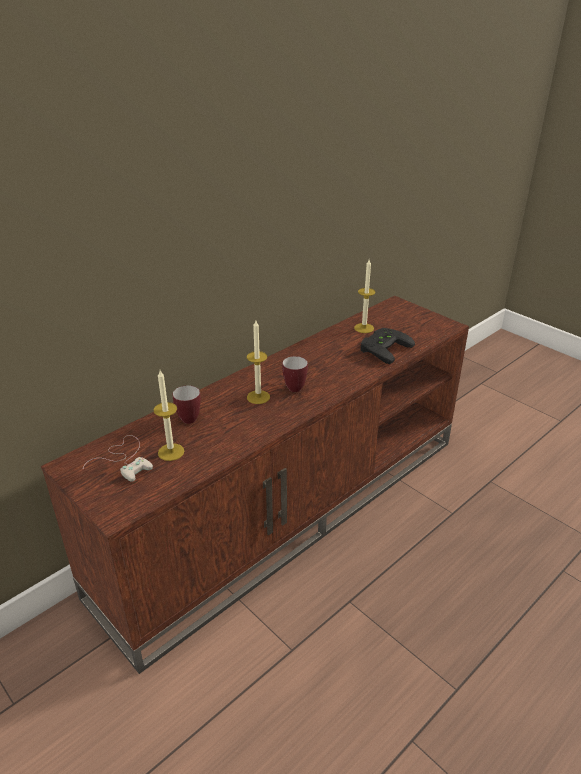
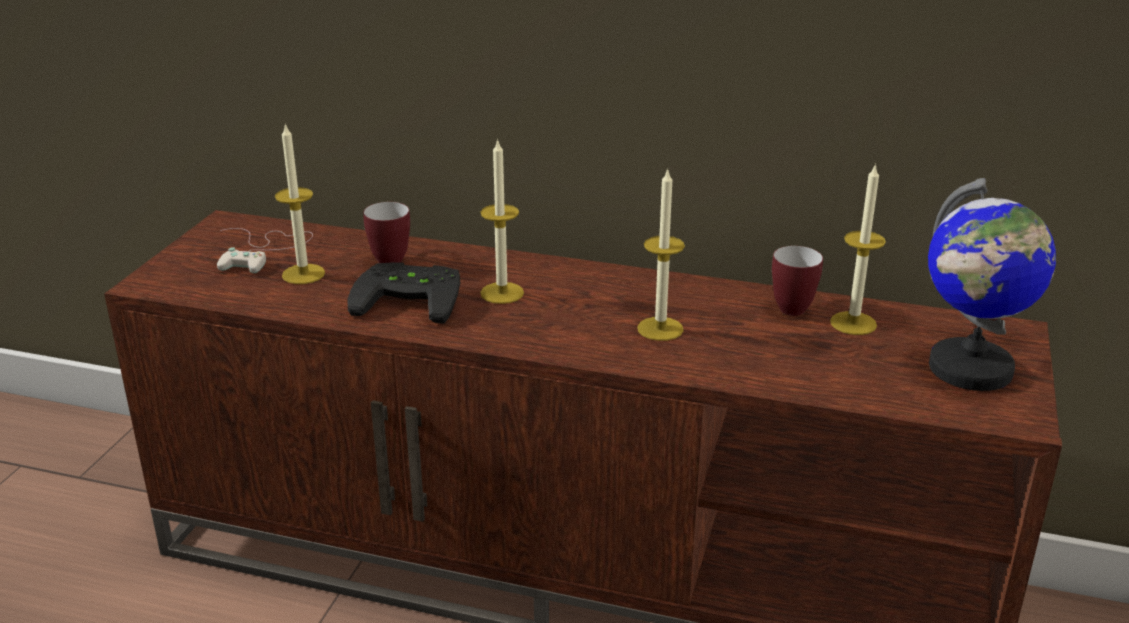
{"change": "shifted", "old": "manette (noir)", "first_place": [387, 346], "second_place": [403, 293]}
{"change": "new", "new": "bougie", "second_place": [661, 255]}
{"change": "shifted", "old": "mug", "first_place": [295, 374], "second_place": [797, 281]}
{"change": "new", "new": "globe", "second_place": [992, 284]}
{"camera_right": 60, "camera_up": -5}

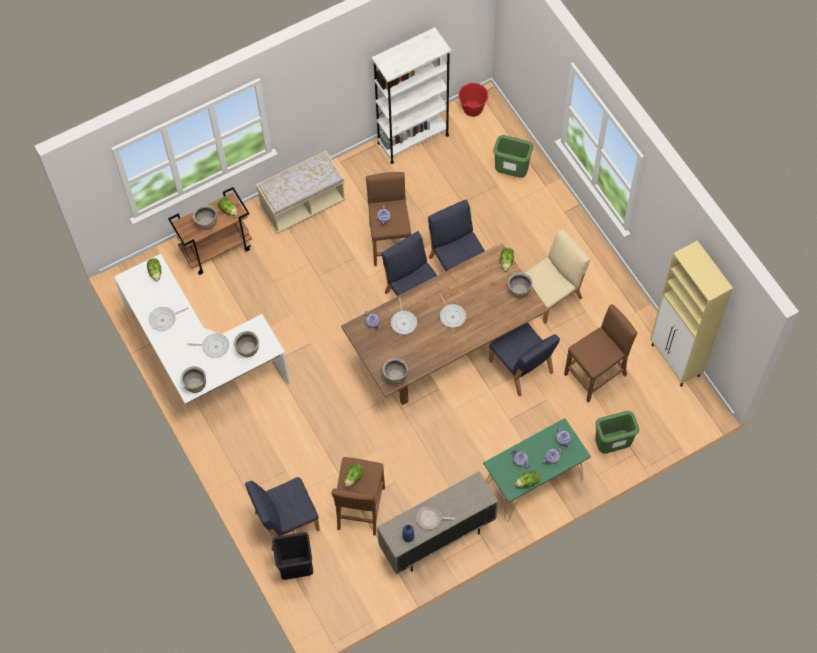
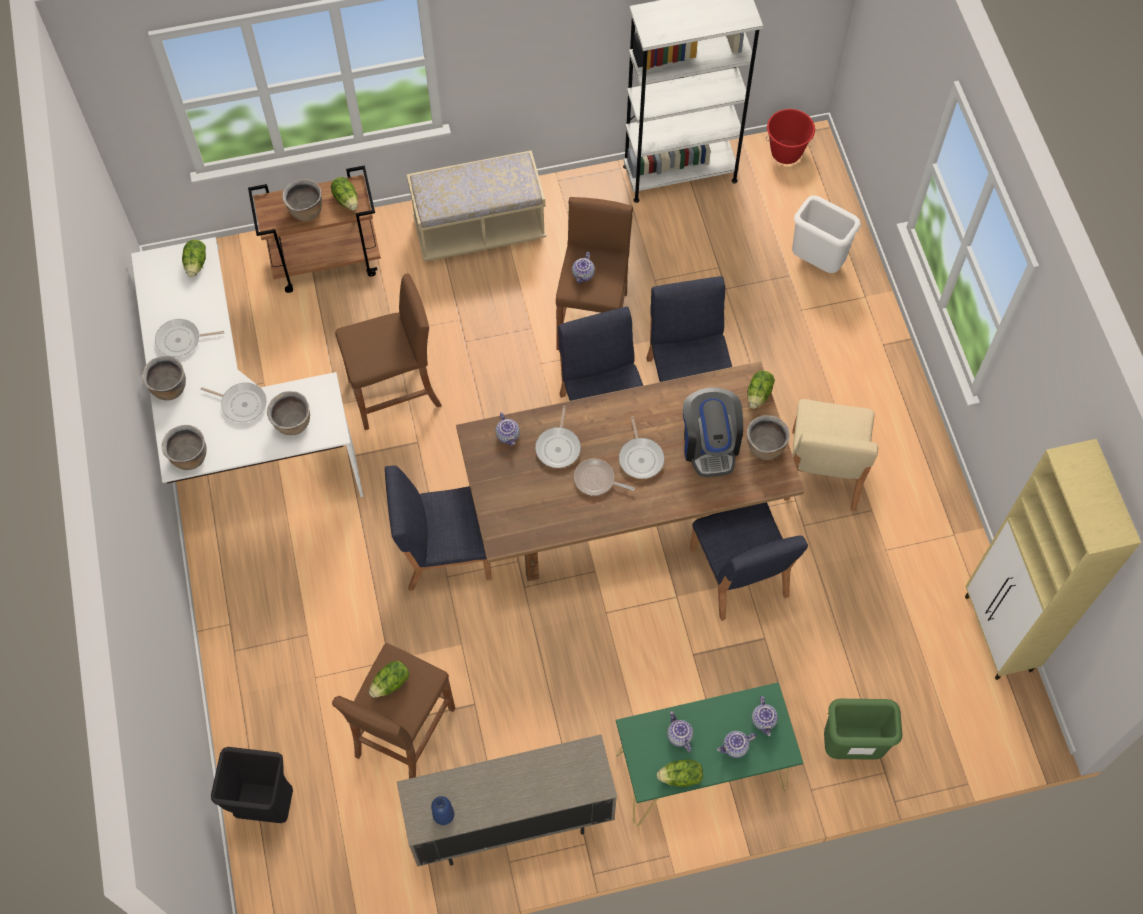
{"change": "shifted", "old": "marmite (marron)", "first_place": [395, 371], "second_place": [164, 378]}
{"change": "shifted", "old": "tabouret (marron)", "first_place": [601, 353], "second_place": [388, 351]}
{"change": "shifted", "old": "chaise (bleu)", "first_place": [282, 514], "second_place": [438, 528]}
{"change": "shifted", "old": "poêle", "first_place": [435, 518], "second_place": [604, 477]}
{"change": "new", "new": "machine à café", "second_place": [713, 432]}
{"change": "rotated", "old": "chaise (beige)", "first_place": [557, 276], "second_place": [831, 455], "degrees": 120}
{"change": "repainted", "old": "poubelle (vert)", "new": "poubelle (blanc)", "first_place": [513, 156], "second_place": [826, 234]}
{"camera_right": 15, "camera_up": 0}

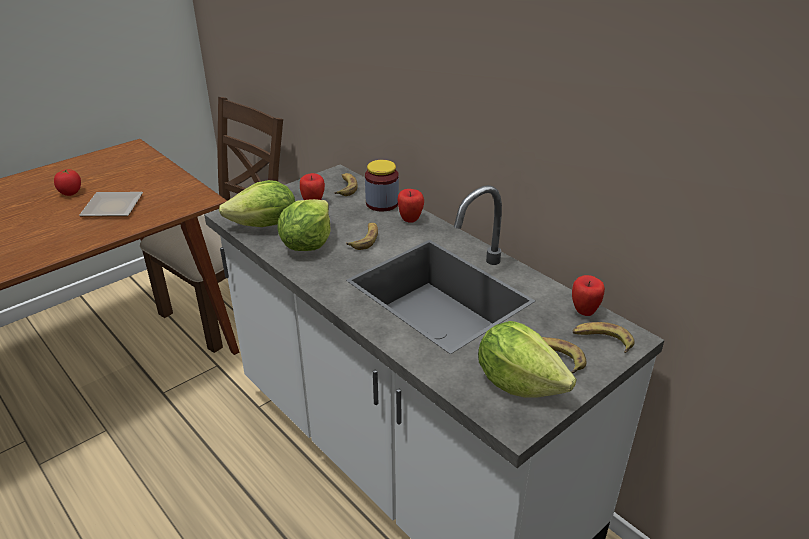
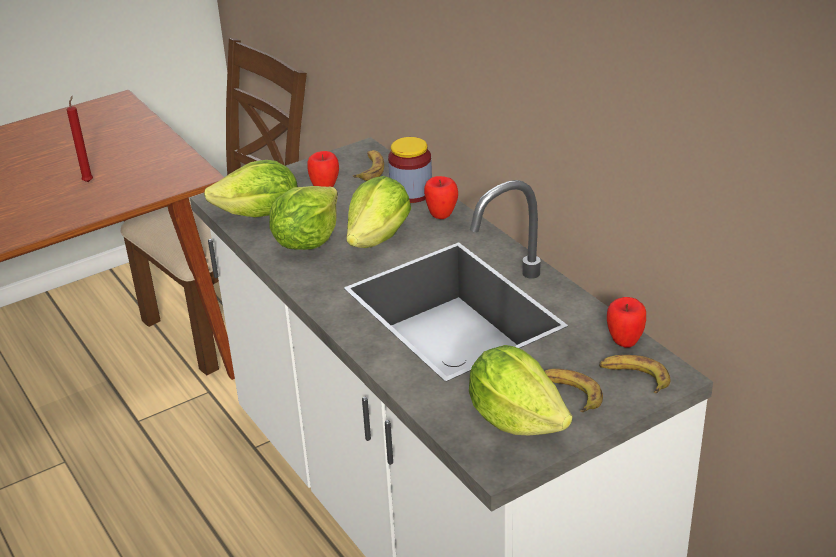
{"change": "swapped", "old": "assiette", "new": "bougie (rouge)", "first_place": [111, 204], "second_place": [80, 139]}
{"change": "swapped", "old": "banane", "new": "laitue", "first_place": [362, 236], "second_place": [378, 212]}
{"change": "gone", "old": "tomate", "first_place": [67, 182]}
{"camera_right": 10, "camera_up": 0}

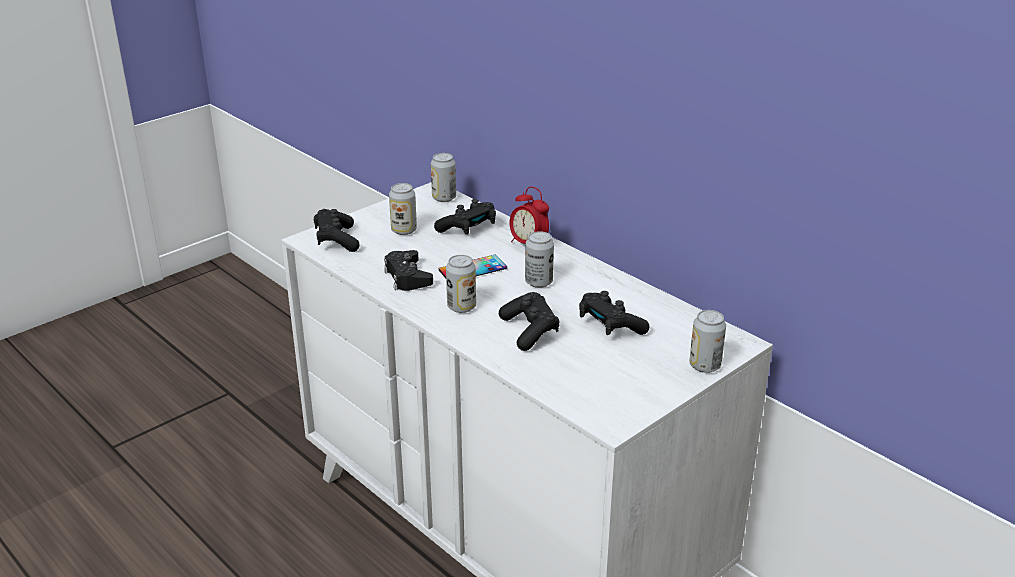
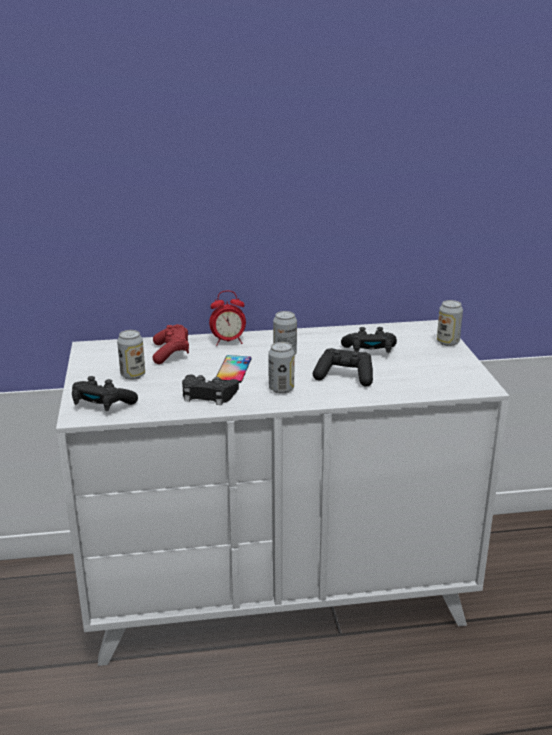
{"change": "repainted", "old": "manette (noir)", "new": "manette (rouge)", "first_place": [465, 217], "second_place": [171, 344]}
{"change": "gone", "old": "boîte métallique", "first_place": [443, 177]}
{"camera_right": -55, "camera_up": -5}

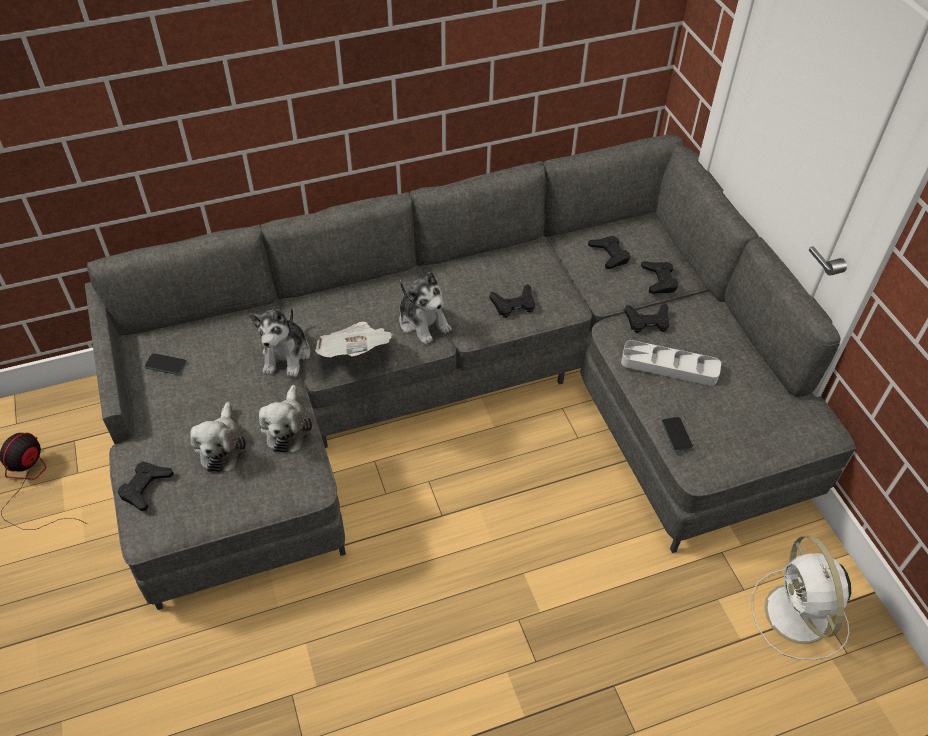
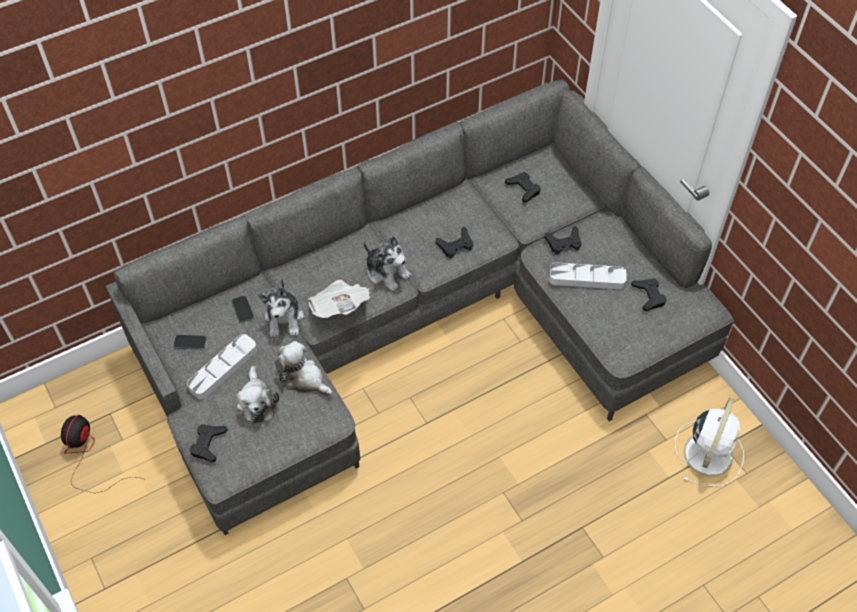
{"change": "new", "new": "plateau (gris)", "second_place": [222, 366]}
{"change": "shifted", "old": "téléphone", "first_place": [677, 434], "second_place": [242, 309]}
{"change": "rotated", "old": "peluche", "first_place": [285, 419], "second_place": [303, 368], "degrees": 135}
{"change": "shifted", "old": "manette (noir)", "first_place": [660, 277], "second_place": [649, 294]}
{"change": "rotated", "old": "ventilateur (blanc)", "first_place": [801, 597], "second_place": [709, 442], "degrees": -135}
{"camera_right": -10, "camera_up": 5}

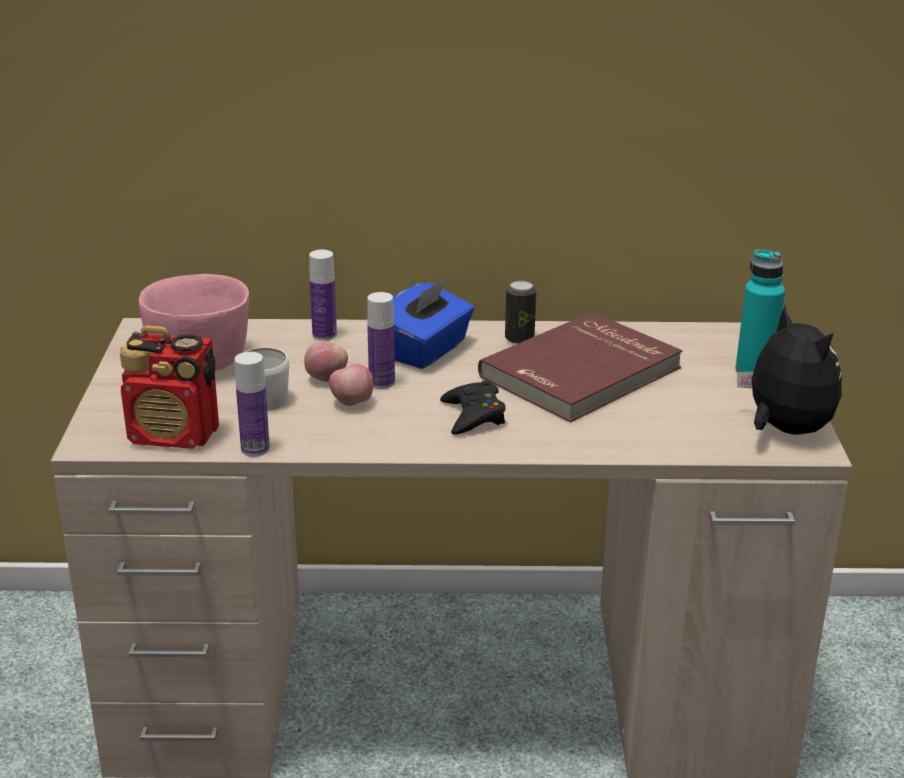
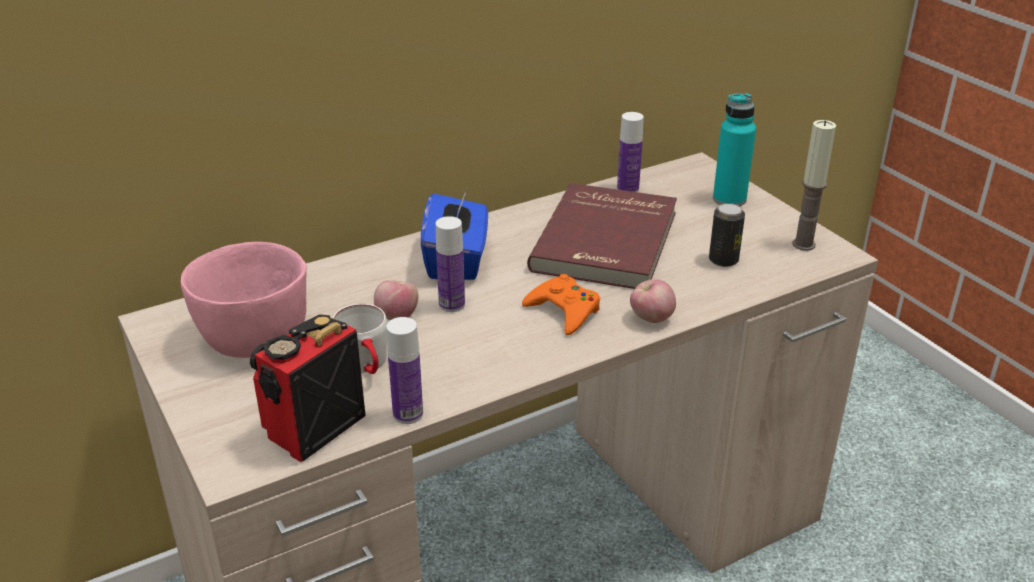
{"change": "rotated", "old": "radio", "first_place": [169, 387], "second_place": [308, 388], "degrees": 150}
{"change": "repainted", "old": "manette (noir)", "new": "manette (orange)", "first_place": [473, 407], "second_place": [561, 304]}
{"change": "shifted", "old": "bouteille", "first_place": [323, 295], "second_place": [630, 152]}
{"change": "shifted", "old": "pomme", "first_place": [351, 385], "second_place": [653, 301]}
{"change": "shifted", "old": "boîte métallique", "first_place": [520, 312], "second_place": [727, 235]}
{"change": "swapped", "old": "peluche", "new": "bougie", "first_place": [789, 370], "second_place": [814, 185]}
{"camera_right": -30, "camera_up": 5}

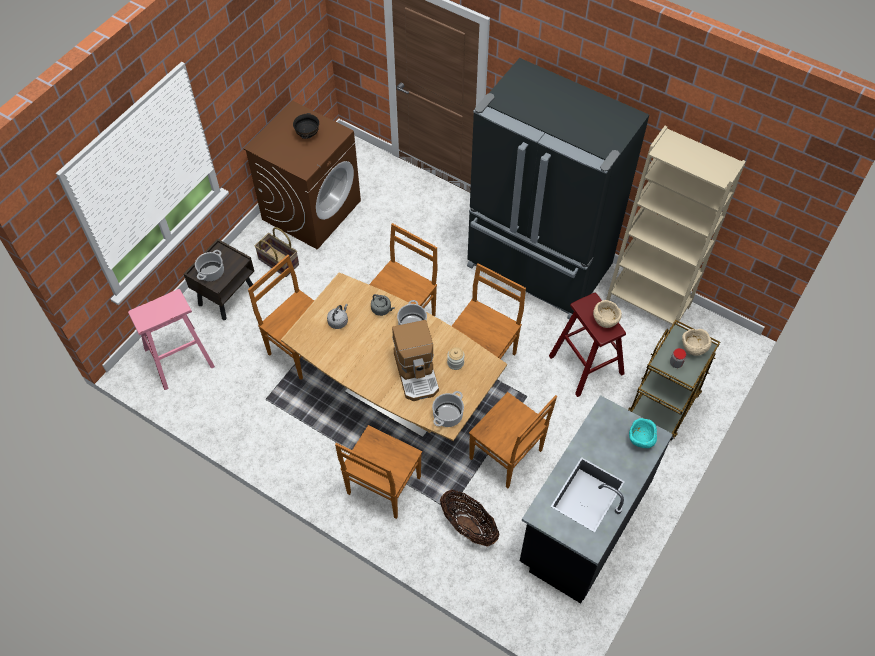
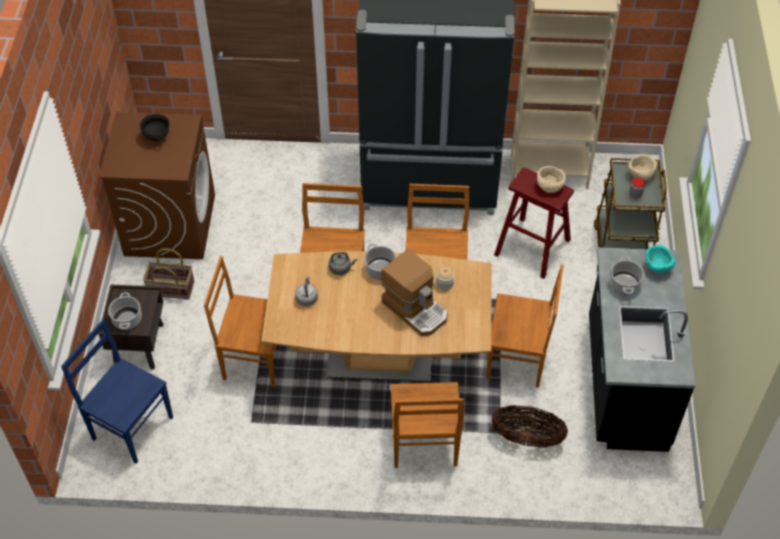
{"change": "swapped", "old": "tabouret (rose)", "new": "chaise (bleu)", "first_place": [171, 339], "second_place": [117, 391]}
{"change": "shifted", "old": "marmite", "first_place": [448, 409], "second_place": [627, 275]}
{"camera_right": -30, "camera_up": -5}

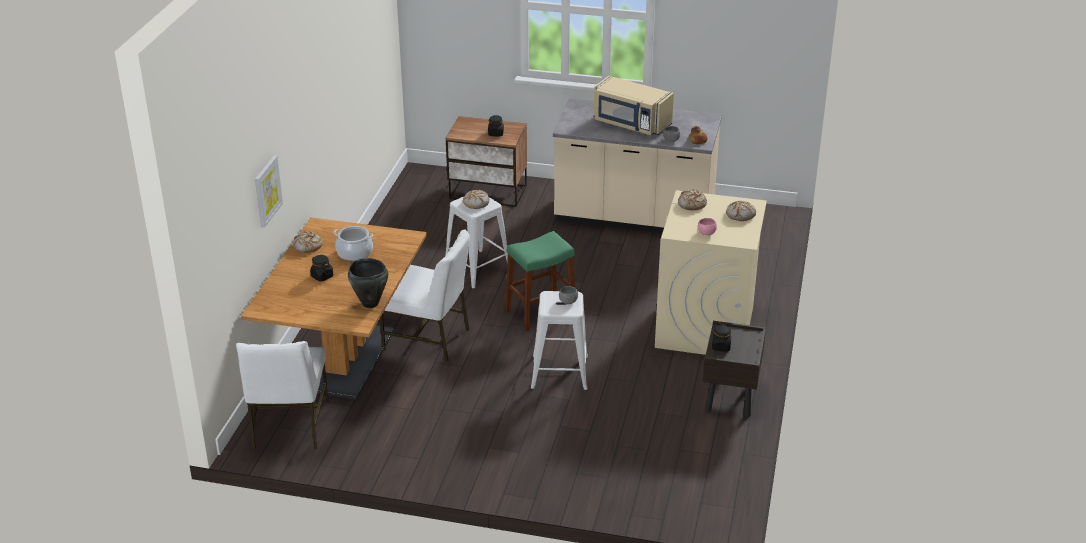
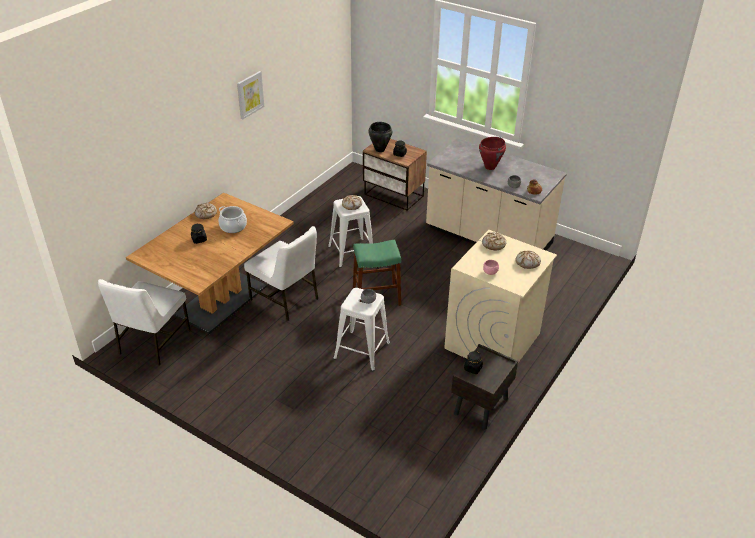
{"change": "shifted", "old": "tableau", "first_place": [269, 192], "second_place": [250, 95]}
{"change": "shifted", "old": "marmite (noir)", "first_place": [368, 283], "second_place": [380, 137]}
{"change": "swapped", "old": "micro-ondes (beige)", "new": "marmite (rouge)", "first_place": [634, 105], "second_place": [492, 153]}
{"camera_right": 20, "camera_up": 5}

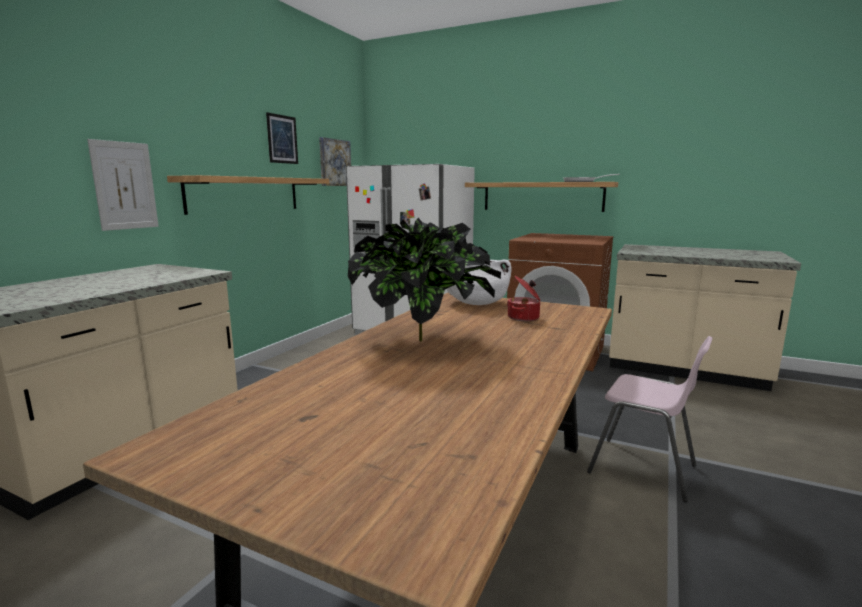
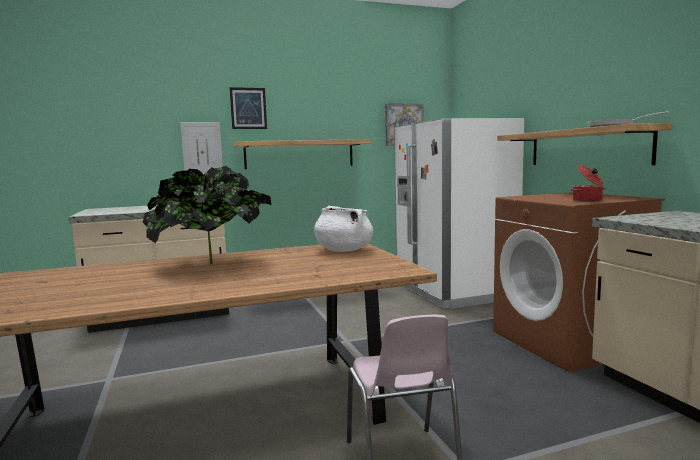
{"change": "shifted", "old": "tableau", "first_place": [282, 138], "second_place": [248, 108]}
{"change": "shifted", "old": "marmite", "first_place": [523, 298], "second_place": [588, 183]}
{"camera_right": 45, "camera_up": -5}

